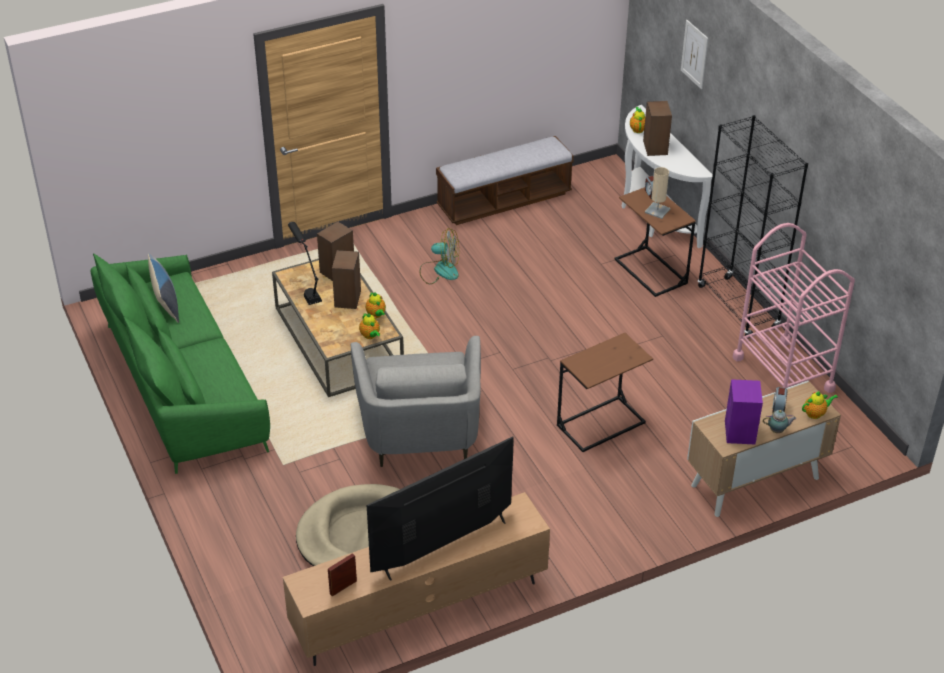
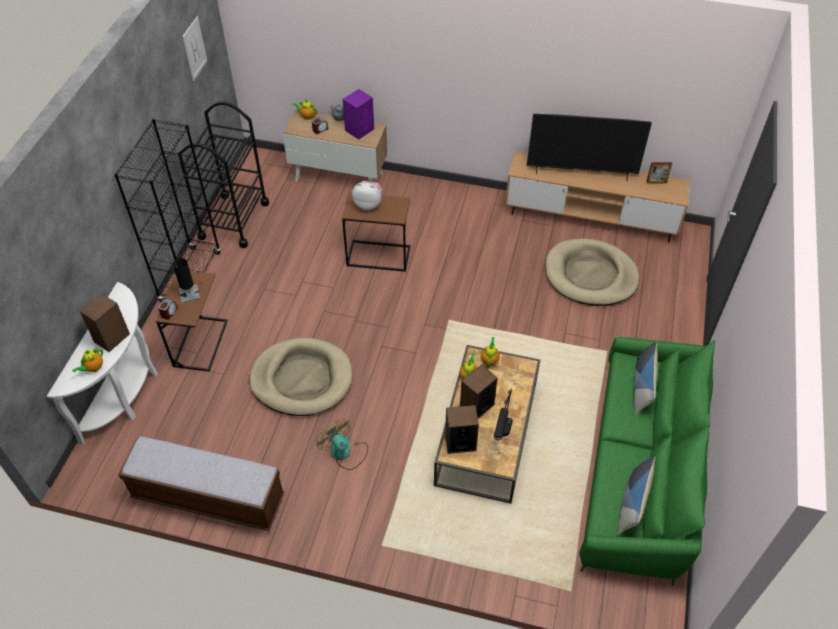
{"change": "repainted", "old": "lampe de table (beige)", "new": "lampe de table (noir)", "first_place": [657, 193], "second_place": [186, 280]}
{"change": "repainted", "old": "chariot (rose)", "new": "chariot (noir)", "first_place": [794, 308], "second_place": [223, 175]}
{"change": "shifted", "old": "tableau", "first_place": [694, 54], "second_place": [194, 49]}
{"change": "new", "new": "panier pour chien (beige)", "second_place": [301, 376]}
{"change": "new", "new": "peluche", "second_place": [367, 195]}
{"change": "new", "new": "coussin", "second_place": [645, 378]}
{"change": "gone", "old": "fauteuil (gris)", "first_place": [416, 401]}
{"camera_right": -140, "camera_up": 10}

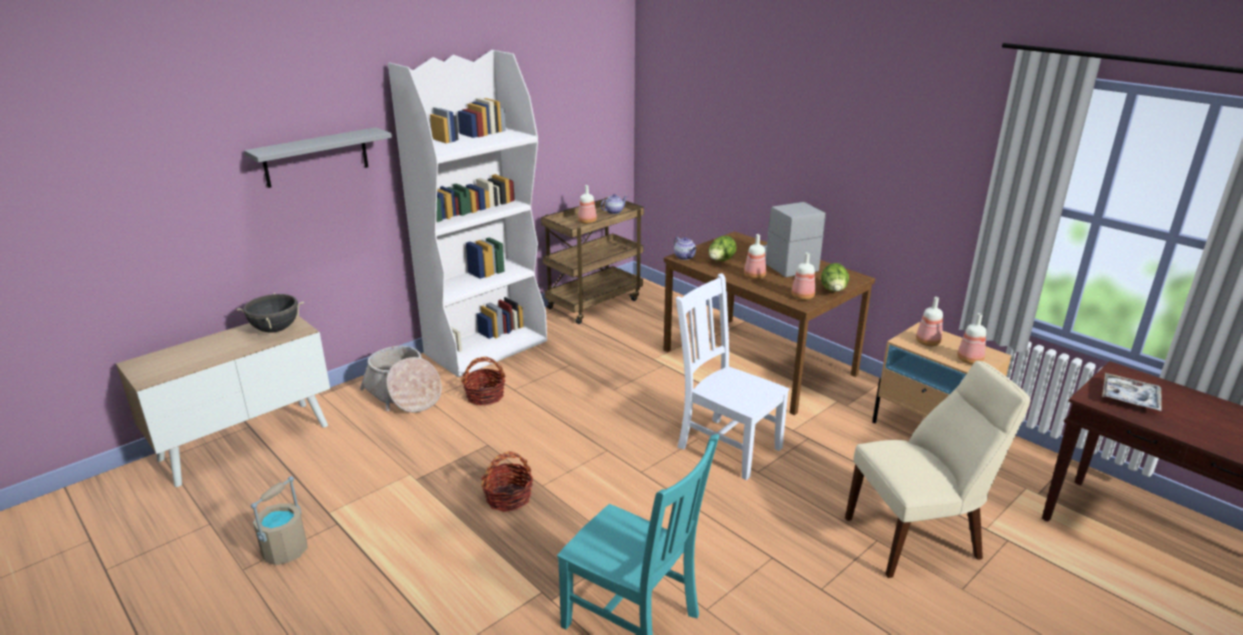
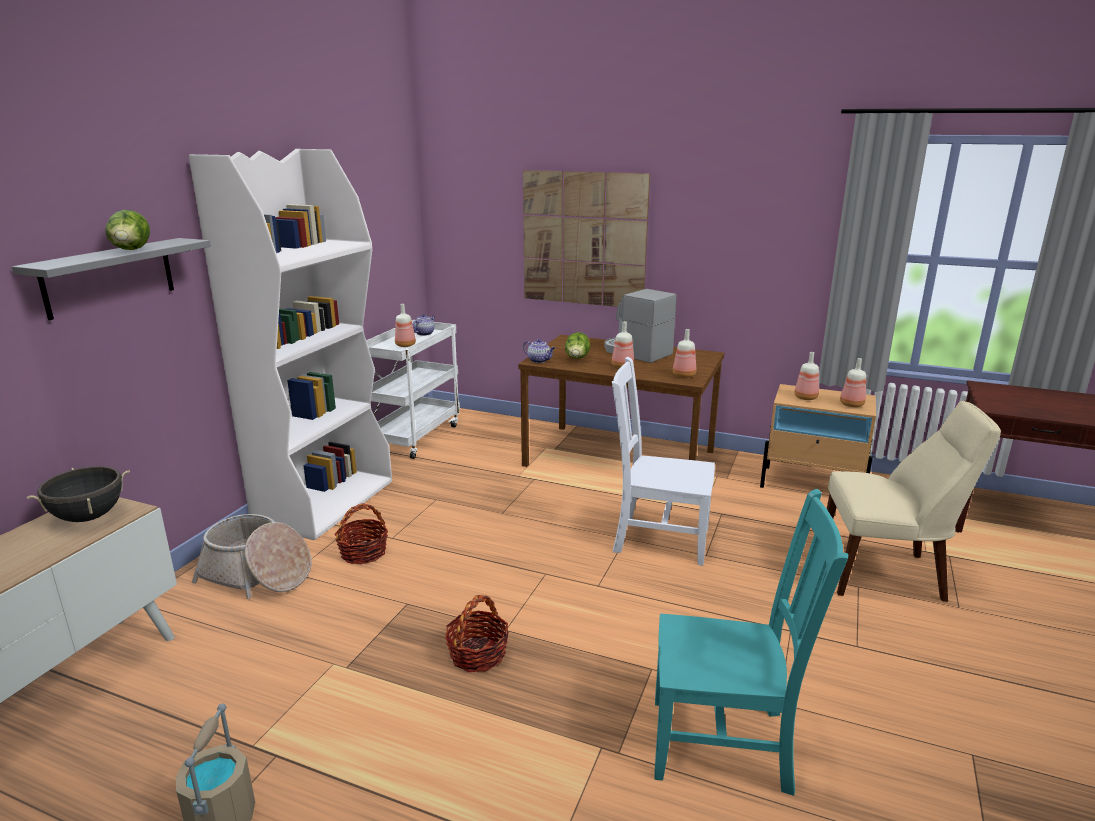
{"change": "shifted", "old": "laitue", "first_place": [835, 277], "second_place": [128, 230]}
{"change": "repainted", "old": "chariot (marron)", "new": "chariot (blanc)", "first_place": [592, 261], "second_place": [413, 389]}
{"change": "new", "new": "tableau", "second_place": [586, 238]}
{"change": "rotated", "old": "chaise (beige)", "first_place": [938, 469], "second_place": [914, 501], "degrees": 45}
{"change": "gone", "old": "plateau", "first_place": [1132, 392]}
{"camera_right": -25, "camera_up": -5}

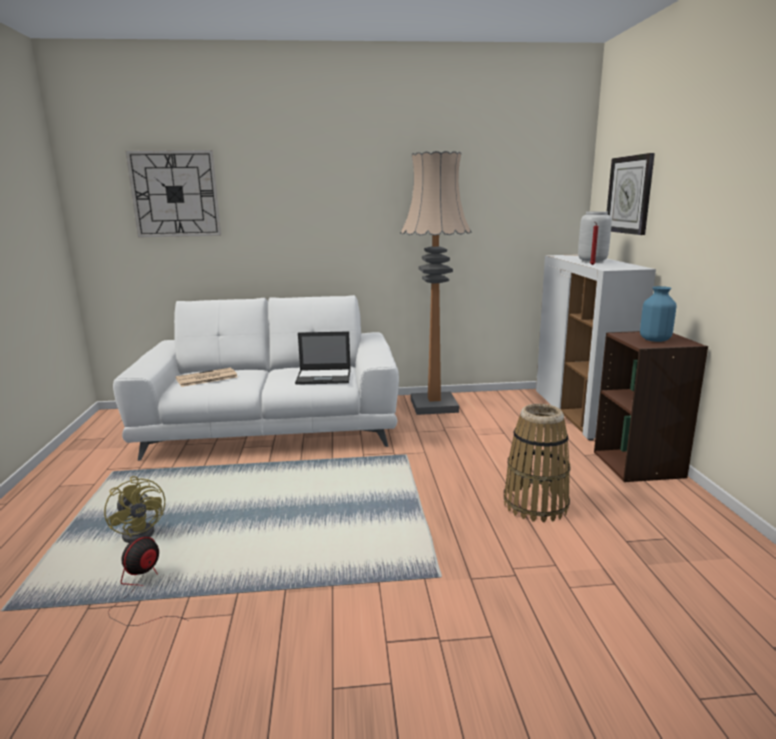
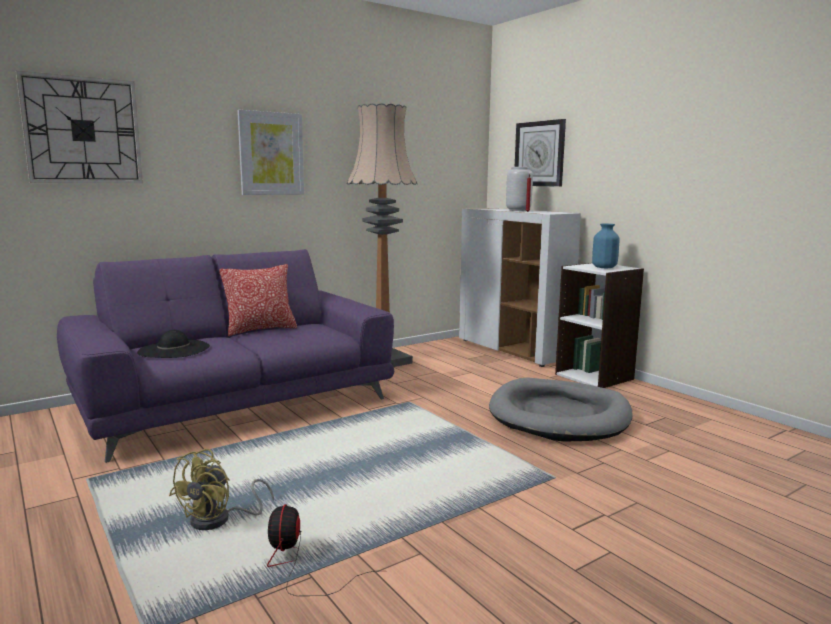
{"change": "repainted", "old": "canapé (blanc)", "new": "canapé (violet)", "first_place": [256, 378], "second_place": [225, 356]}
{"change": "swapped", "old": "journal", "new": "chapeau (noir)", "first_place": [206, 377], "second_place": [173, 344]}
{"change": "rotated", "old": "ventilateur (jaune)", "first_place": [134, 509], "second_place": [221, 489], "degrees": 90}
{"change": "new", "new": "coussin", "second_place": [258, 300]}
{"change": "new", "new": "tableau", "second_place": [270, 152]}
{"change": "swapped", "old": "panier", "new": "panier pour chien (gris)", "first_place": [537, 463], "second_place": [561, 410]}
{"change": "repainted", "old": "bibliothèque (marron)", "new": "bibliothèque (blanc)", "first_place": [651, 406], "second_place": [599, 325]}
{"change": "gone", "old": "ordinateur portable", "first_place": [323, 358]}
{"camera_right": -30, "camera_up": -5}

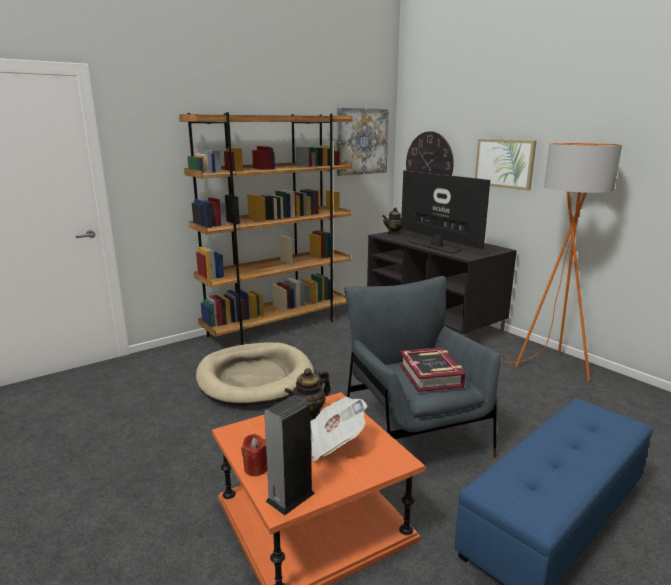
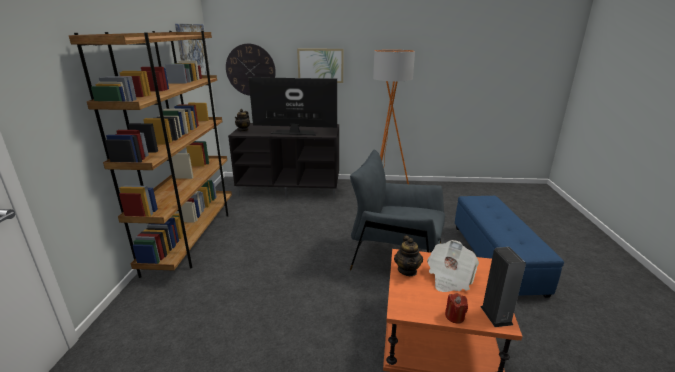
{"change": "gone", "old": "panier pour chien (beige)", "first_place": [255, 374]}
{"change": "gone", "old": "livre", "first_place": [432, 369]}
{"camera_right": -50, "camera_up": 5}

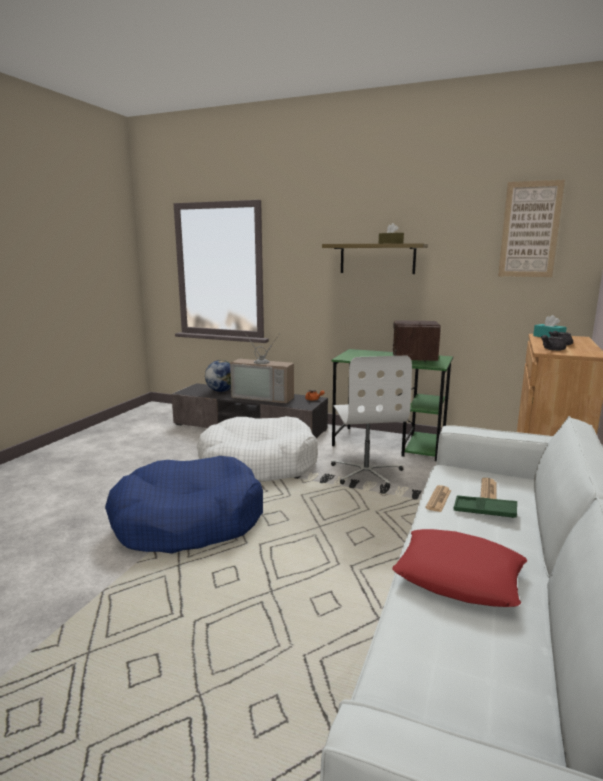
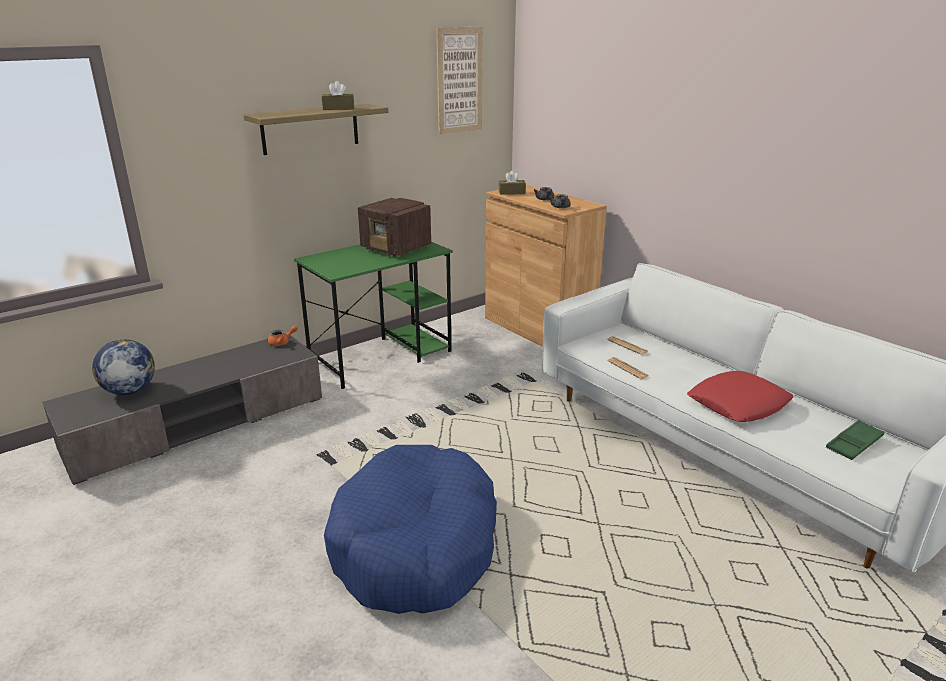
{"change": "repainted", "old": "boîte à mouchoirs (turquoise)", "new": "boîte à mouchoirs (marron)", "first_place": [550, 326], "second_place": [512, 183]}
{"change": "shifted", "old": "plateau (vert)", "first_place": [485, 507], "second_place": [855, 440]}
{"change": "gone", "old": "panier pour chien (blanc)", "first_place": [257, 449]}
{"change": "gone", "old": "téléviseur", "first_place": [262, 367]}
{"change": "gone", "old": "chaise de bureau (blanc)", "first_place": [371, 421]}
{"camera_right": -60, "camera_up": 10}

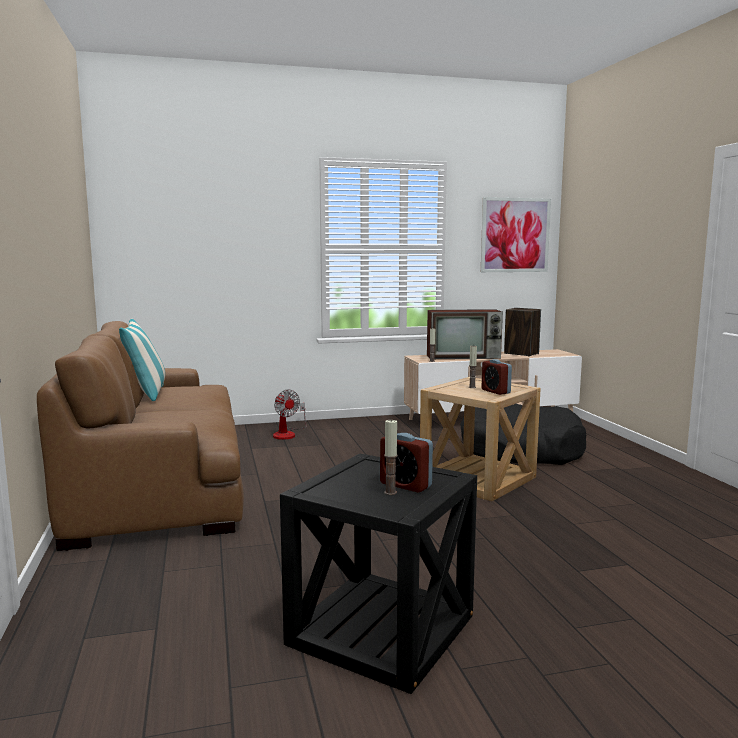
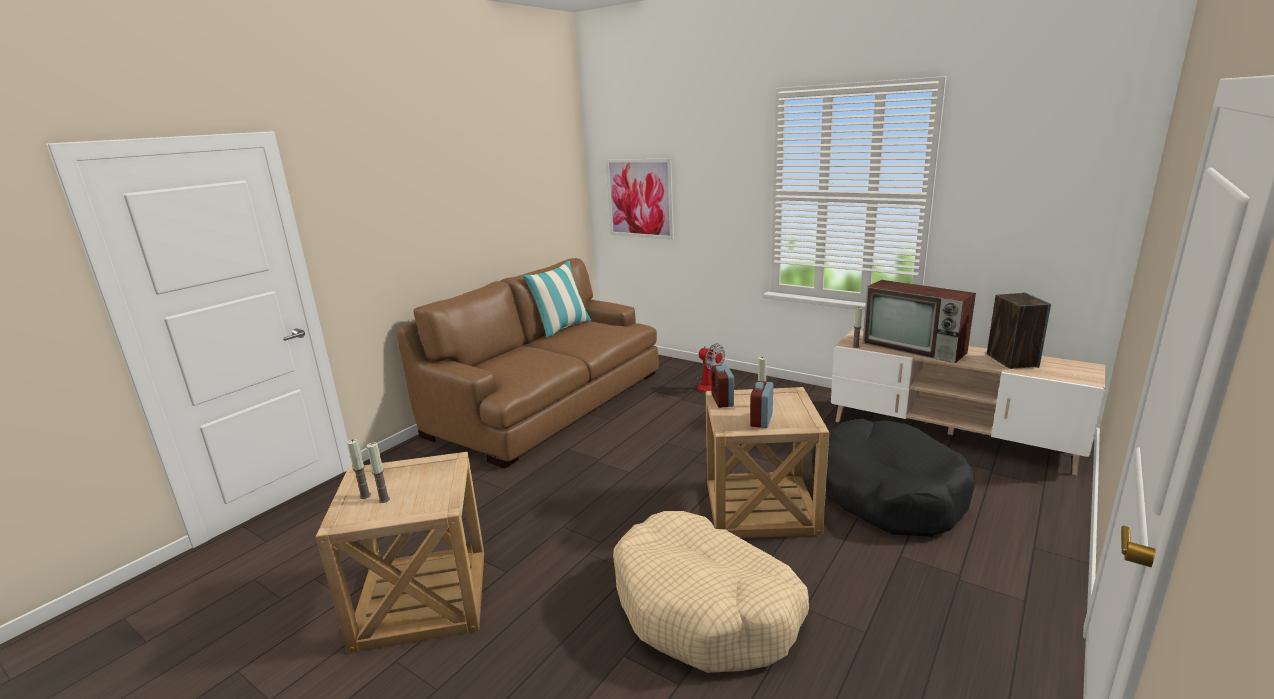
{"change": "repainted", "old": "table d'appoint (noir)", "new": "table d'appoint (beige)", "first_place": [378, 574], "second_place": [400, 552]}
{"change": "new", "new": "bougie", "second_place": [359, 469]}
{"change": "shifted", "old": "tableau", "first_place": [516, 234], "second_place": [640, 199]}
{"change": "new", "new": "panier pour chien (beige)", "second_place": [711, 592]}
{"change": "rotated", "old": "ventilateur", "first_place": [290, 415], "second_place": [710, 368], "degrees": -60}
{"change": "shifted", "old": "réveil", "first_place": [406, 463], "second_place": [722, 386]}
{"camera_right": 50, "camera_up": 10}

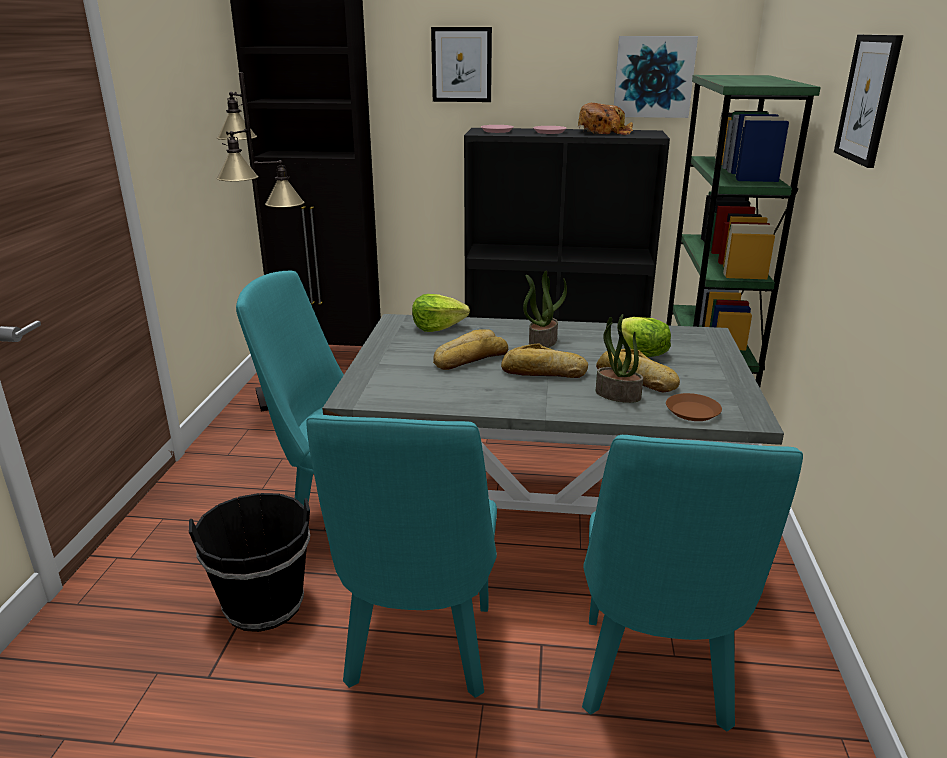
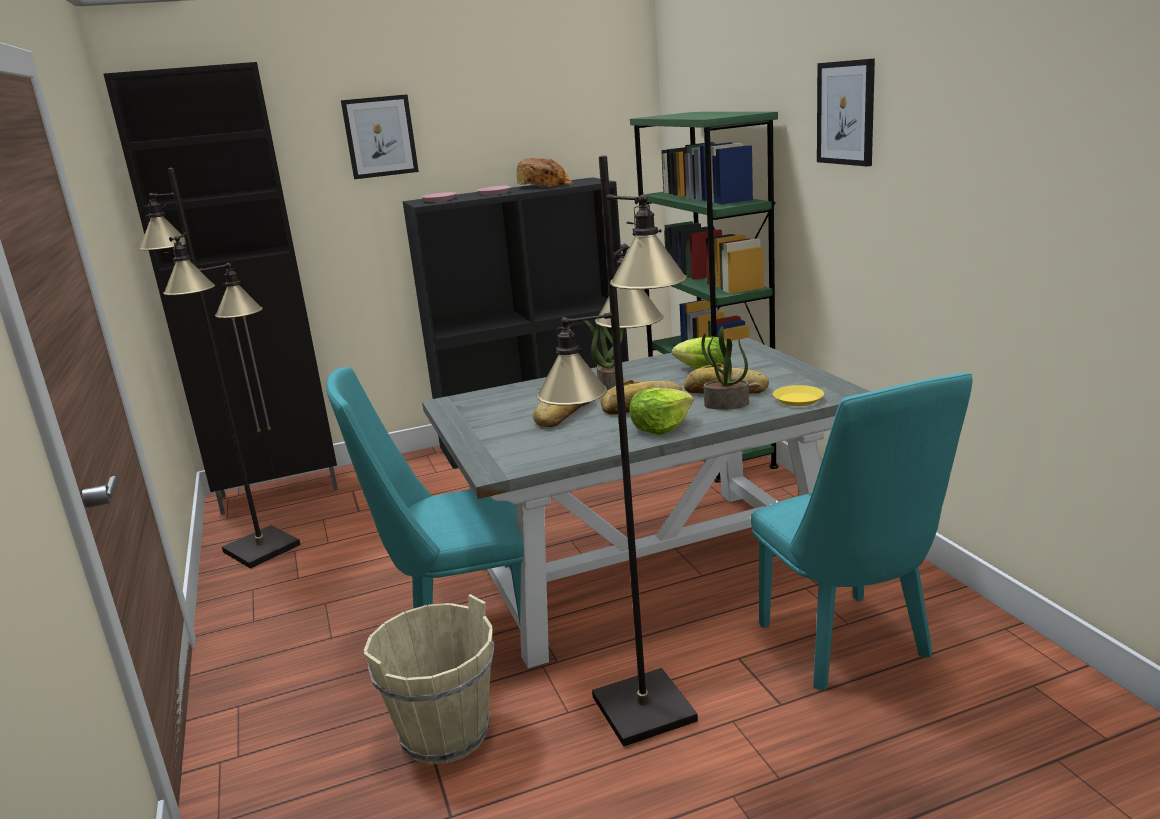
{"change": "repainted", "old": "seau (noir)", "new": "seau (beige)", "first_place": [249, 562], "second_place": [429, 679]}
{"change": "swapped", "old": "chaise (turquoise)", "new": "lampadaire (noir)", "first_place": [401, 556], "second_place": [617, 451]}
{"change": "shifted", "old": "laitue", "first_place": [441, 313], "second_place": [661, 411]}
{"change": "repainted", "old": "assiette (marron)", "new": "assiette (jaune)", "first_place": [694, 407], "second_place": [798, 395]}
{"change": "gone", "old": "tableau", "first_place": [656, 77]}
{"camera_right": -25, "camera_up": -5}

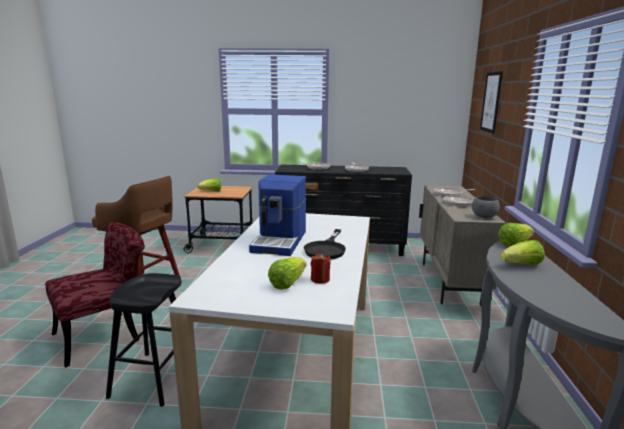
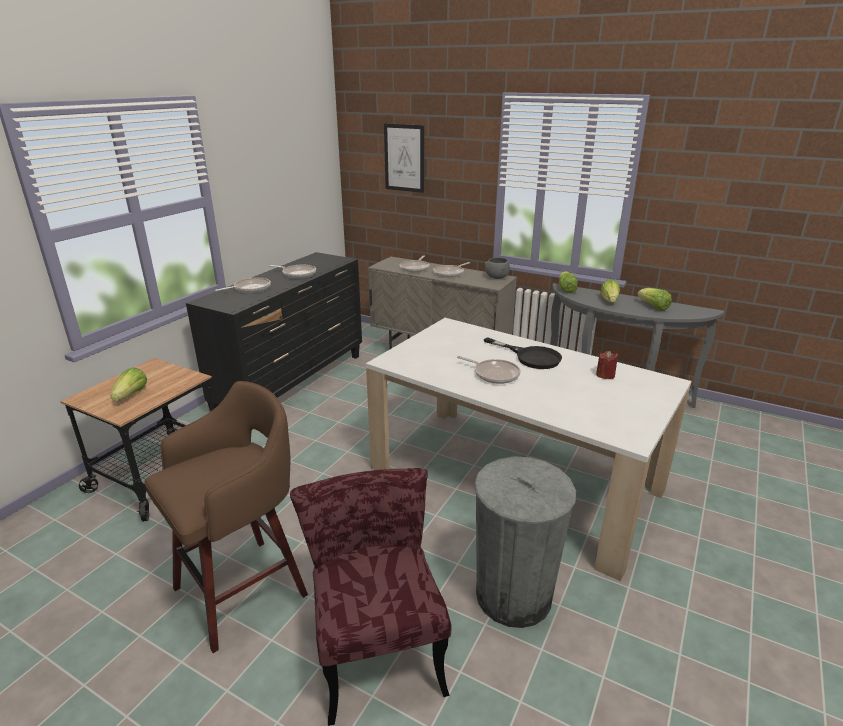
{"change": "swapped", "old": "machine à café", "new": "poêle", "first_place": [277, 215], "second_place": [488, 370]}
{"change": "swapped", "old": "tabouret (noir)", "new": "poubelle (gris)", "first_place": [143, 340], "second_place": [525, 542]}
{"change": "shifted", "old": "laitue", "first_place": [287, 273], "second_place": [654, 299]}
{"camera_right": -65, "camera_up": 10}

